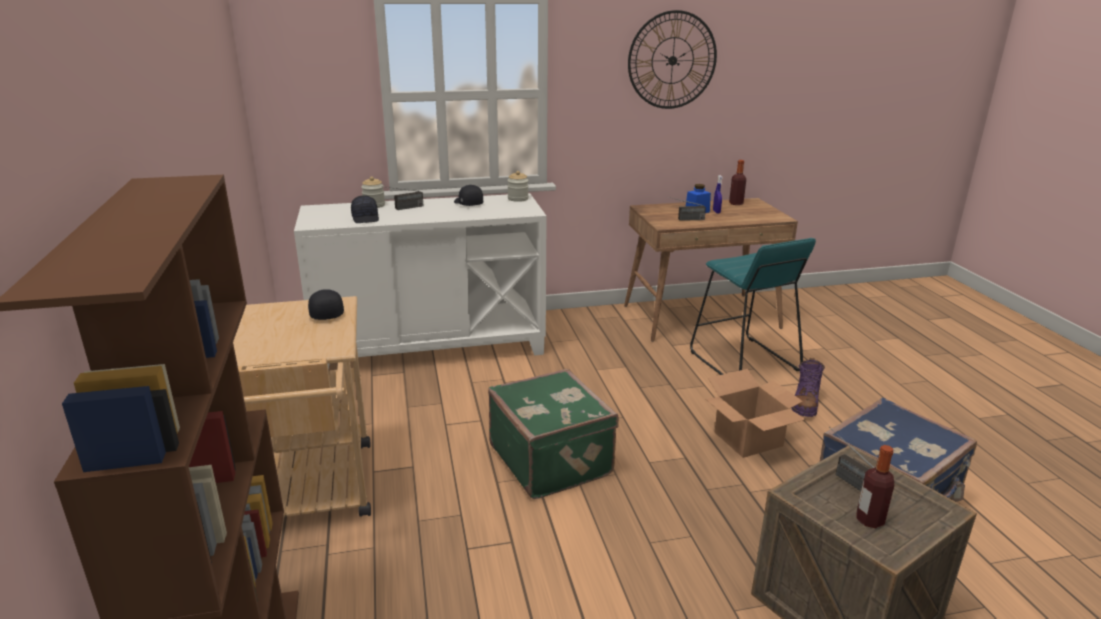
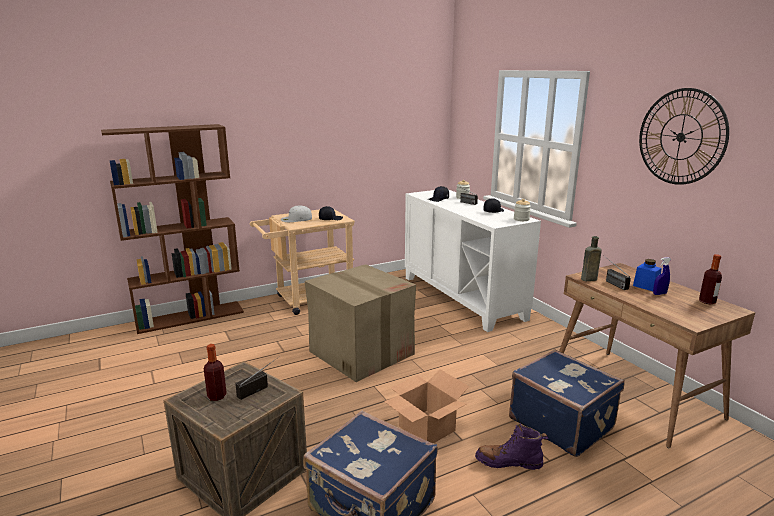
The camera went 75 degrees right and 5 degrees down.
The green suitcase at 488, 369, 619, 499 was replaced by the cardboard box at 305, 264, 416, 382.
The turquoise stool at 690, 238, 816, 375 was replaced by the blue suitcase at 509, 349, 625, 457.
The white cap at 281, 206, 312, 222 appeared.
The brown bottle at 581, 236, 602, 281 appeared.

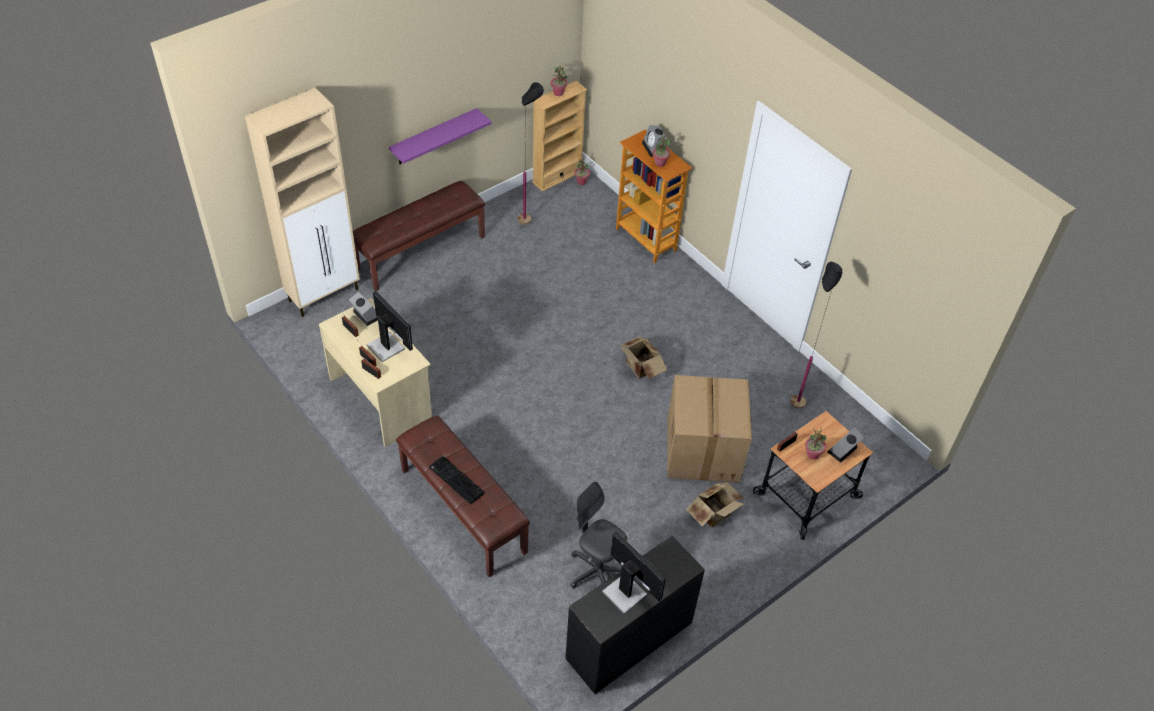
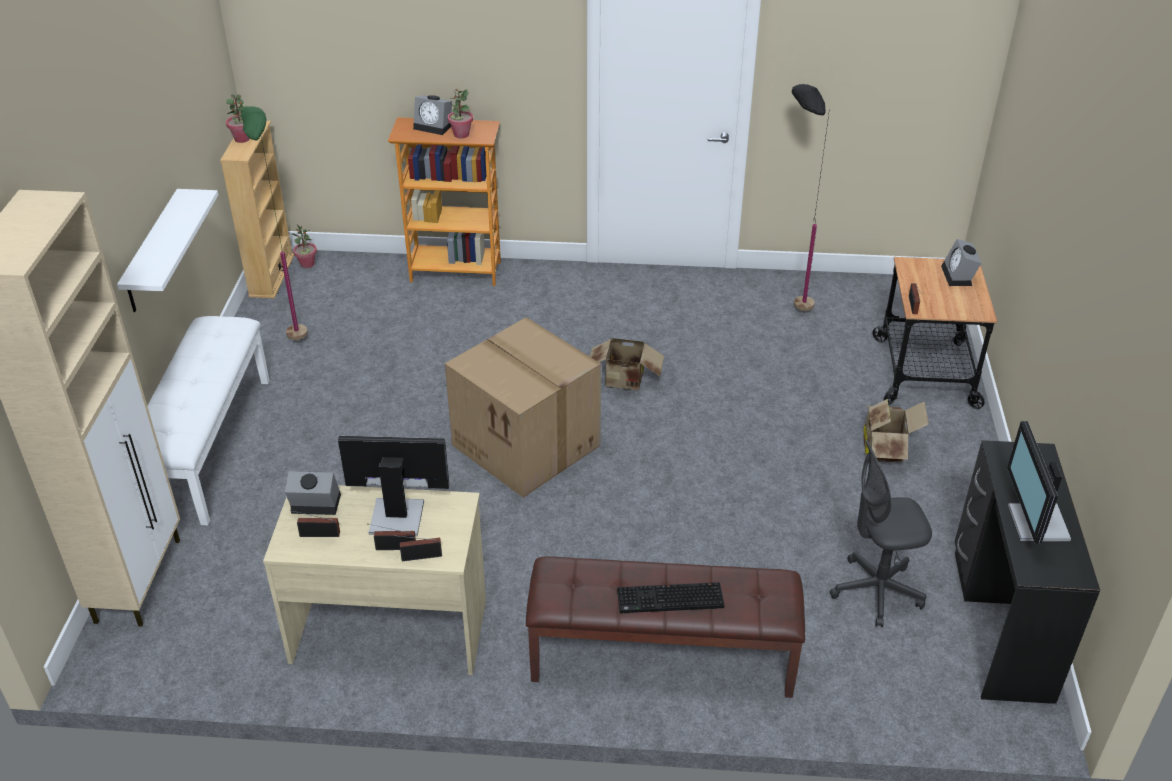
The camera went 45 degrees left and 10 degrees down.
The brown bench at 353, 181, 485, 291 became the white bench at 147, 316, 270, 526.
The purple shelf at 389, 108, 492, 164 became the white shelf at 117, 189, 218, 312.
The black floor lamp at 518, 82, 544, 225 became the green floor lamp at 241, 106, 308, 340.
The monitor at 602, 531, 666, 614 turned 90 degrees counterclockwise.
The cardboard box moved from 667, 375, 752, 483 to 445, 317, 601, 497.
The potted plant at 805, 427, 826, 460 disappeared.

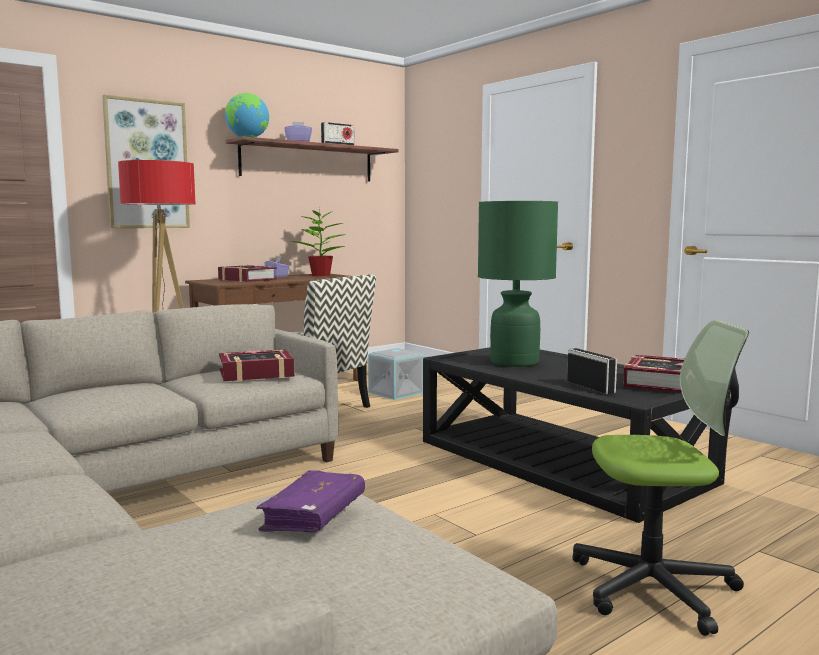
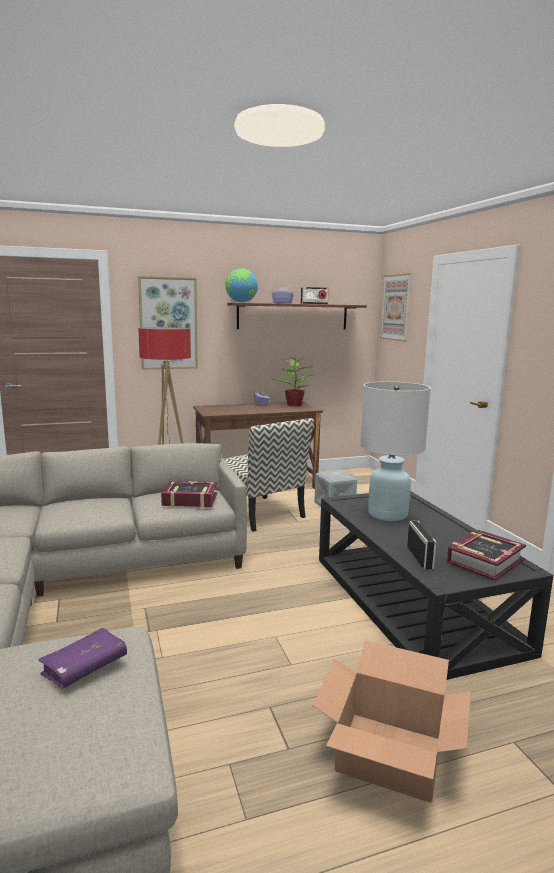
The camera went 20 degrees right and 5 degrees up.
The book at 218, 265, 277, 282 disappeared.
The green table lamp at 478, 201, 558, 367 became the white table lamp at 360, 381, 431, 521.
The office chair at 573, 320, 749, 636 was replaced by the cardboard box at 313, 640, 471, 803.
The picture at 380, 273, 411, 341 appeared.

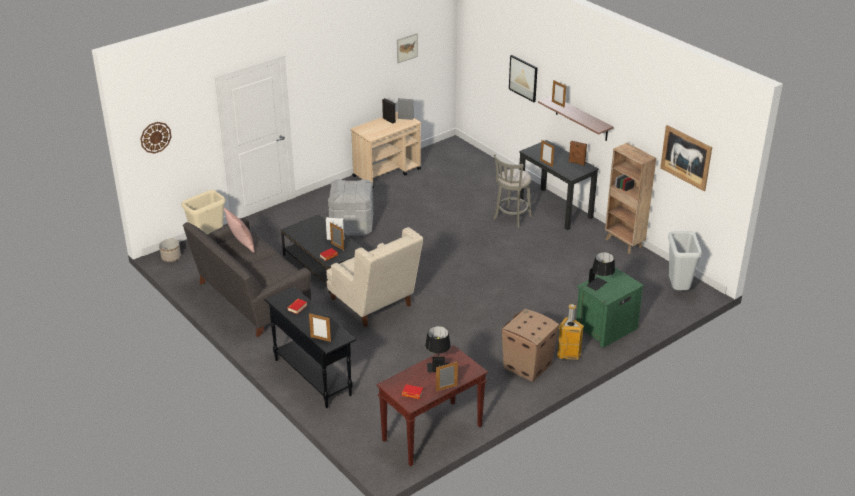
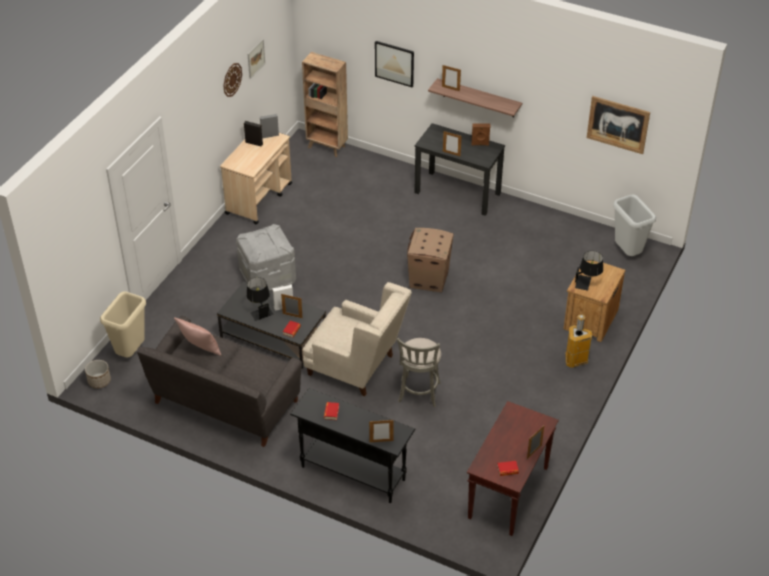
The camera went 25 degrees left and 10 degrees up.
The wall clock moved from 140, 122, 172, 154 to 223, 63, 242, 97.
The black table lamp moved from 425, 326, 451, 372 to 246, 277, 273, 321.
The grey stool moved from 493, 154, 533, 229 to 397, 338, 441, 407.
The cardboard box moved from 502, 309, 559, 382 to 407, 228, 454, 293.
The green nightstand at 576, 267, 644, 348 became the brown nightstand at 563, 261, 626, 342.
The brown bookcase moved from 605, 143, 656, 254 to 302, 52, 348, 157.

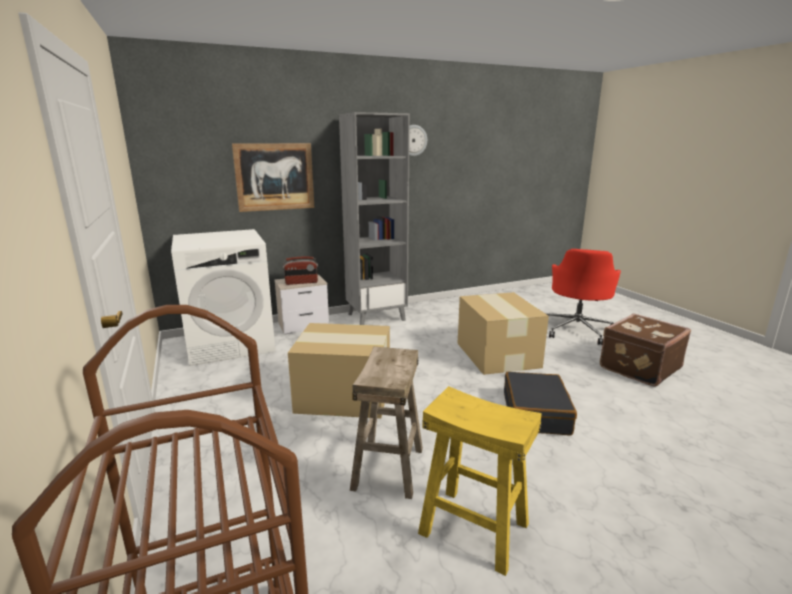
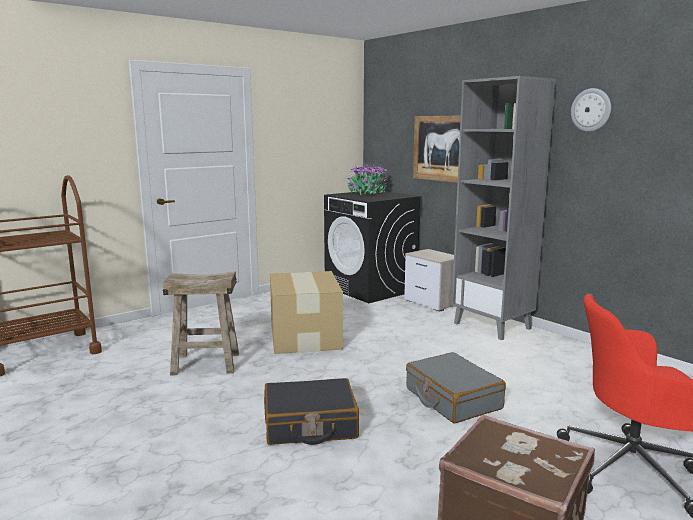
The camera went 75 degrees right and 5 degrees down.
The white washing machine at 171, 229, 276, 366 became the black washing machine at 324, 190, 422, 303.
The radio at 283, 257, 318, 285 disappeared.
The yellow stool at 418, 386, 542, 576 disappeared.
The cardboard box at 457, 292, 549, 375 was replaced by the grey suitcase at 406, 352, 506, 423.
The potted plant at 347, 164, 388, 195 appeared.

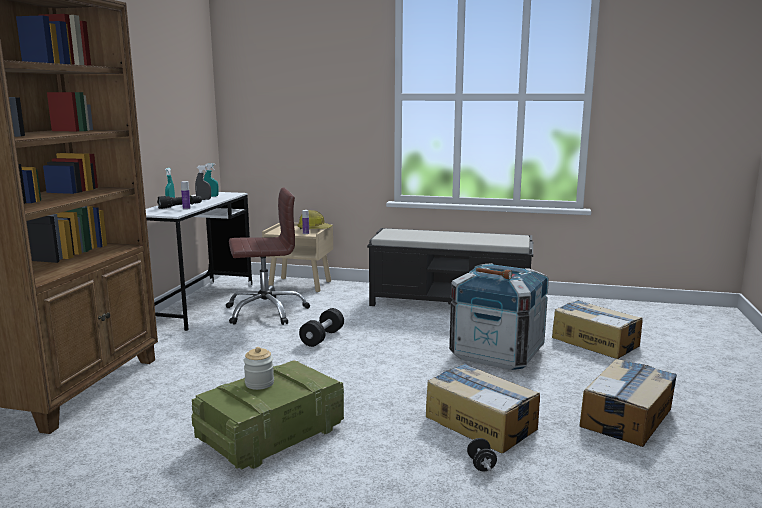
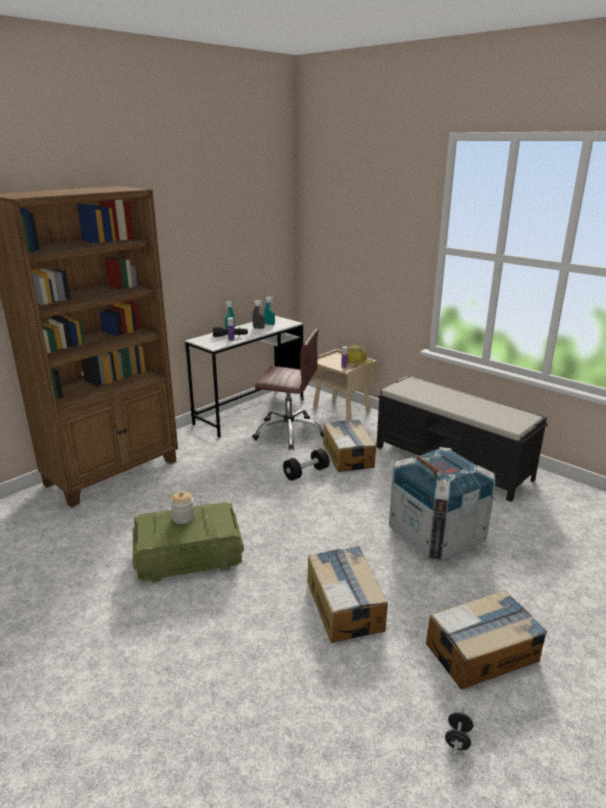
The camera went 30 degrees right and 10 degrees up.
The black dumbbell moved from 467, 438, 497, 471 to 445, 707, 473, 756.
The cardboard box moved from 552, 300, 643, 359 to 323, 420, 376, 472.

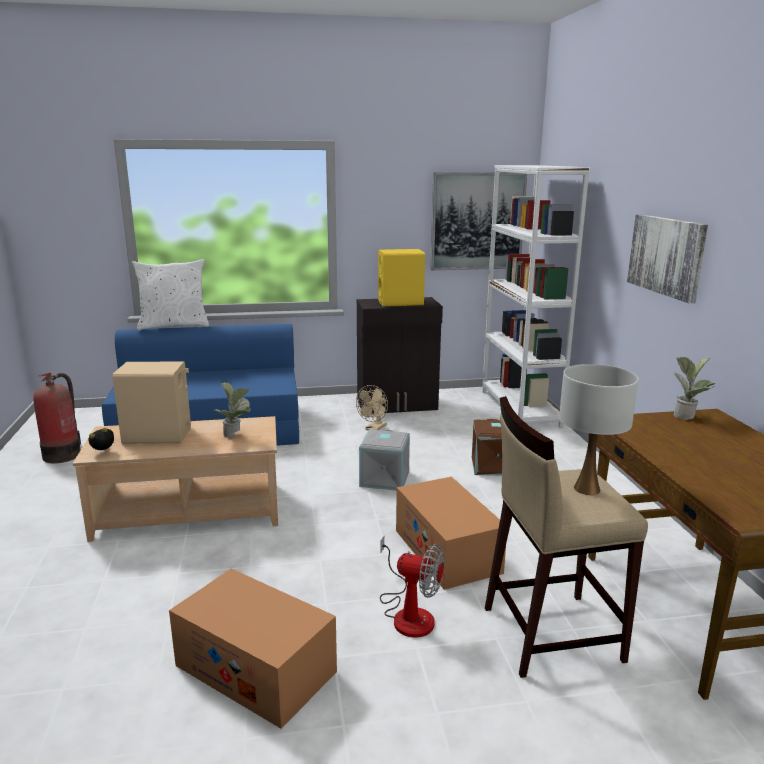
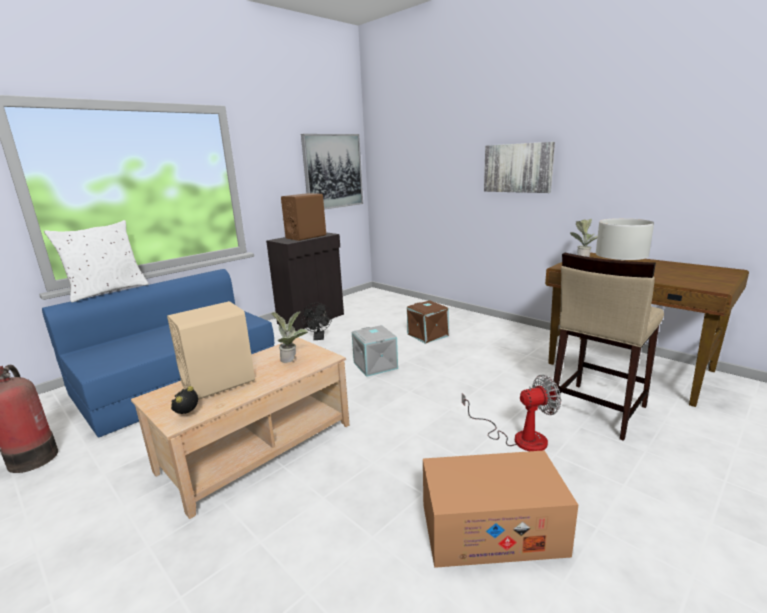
The camera went 35 degrees left and 0 degrees up.
The beige fan at 356, 385, 388, 431 became the black fan at 301, 303, 332, 340.
The yellow speaker at 378, 249, 425, 307 became the brown speaker at 281, 193, 326, 241.
The cardboard box at 396, 477, 506, 590 disappeared.
The white bookcase at 482, 165, 590, 428 disappeared.

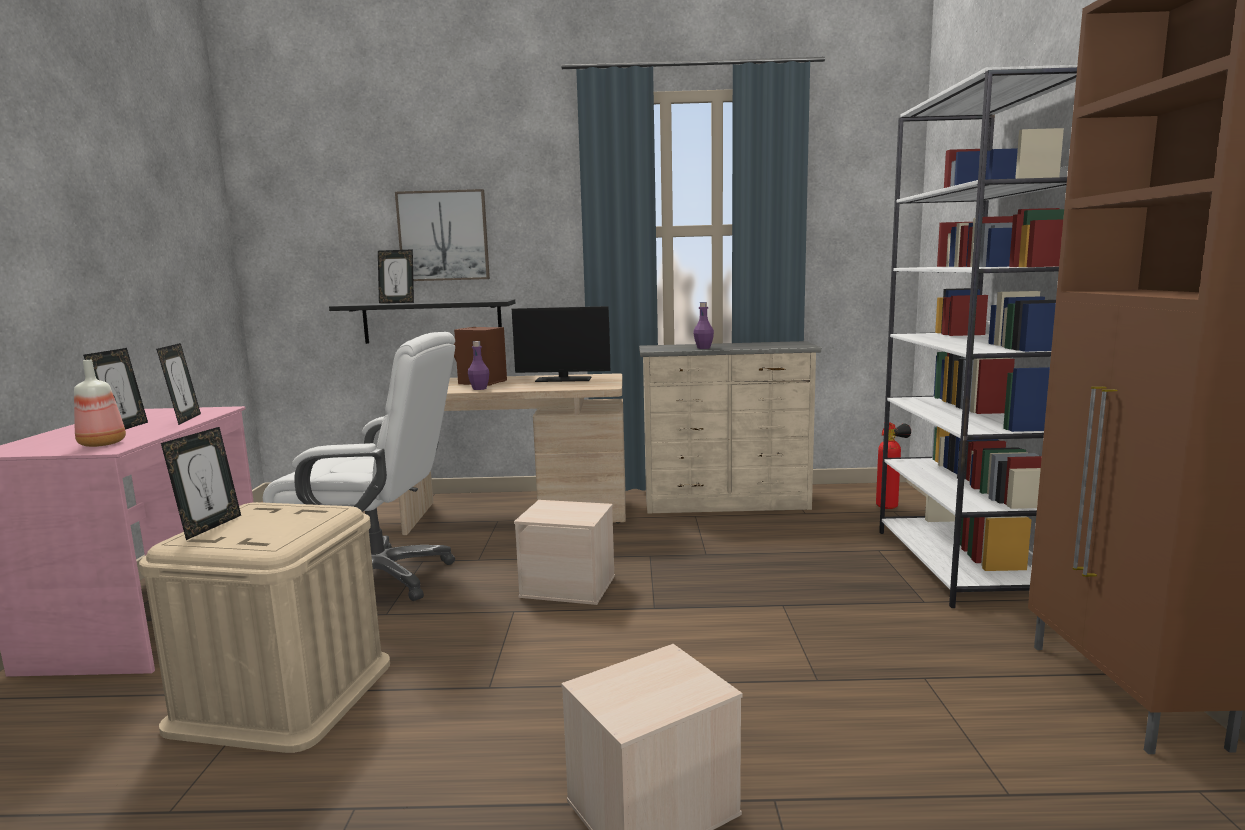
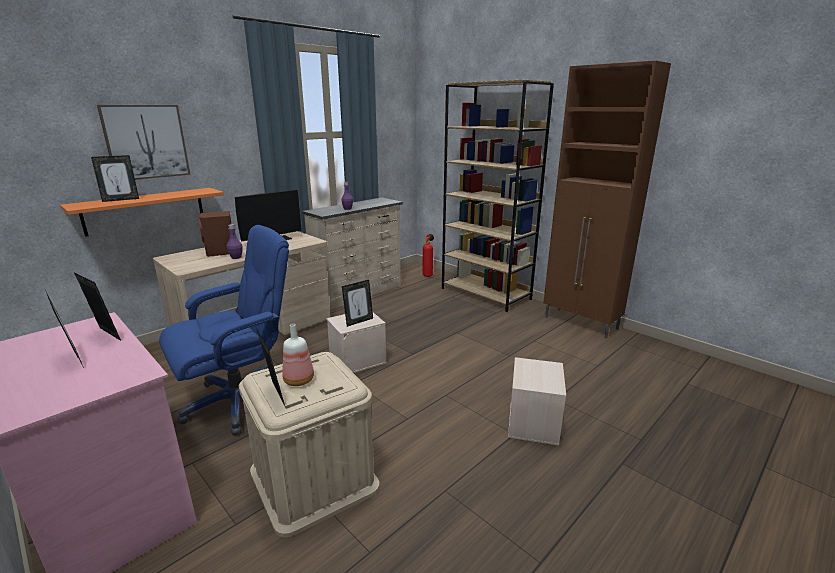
The camera went 45 degrees left and 10 degrees up.
The bottle moved from 74, 360, 126, 447 to 282, 324, 314, 386.
The white office chair at 263, 332, 455, 601 became the blue office chair at 159, 225, 289, 436.
The black shelf at 329, 299, 515, 344 became the orange shelf at 60, 188, 224, 237.
The white bookcase at 879, 65, 1077, 608 became the brown bookcase at 442, 80, 554, 312.
The picture frame at 342, 280, 373, 327 appeared.

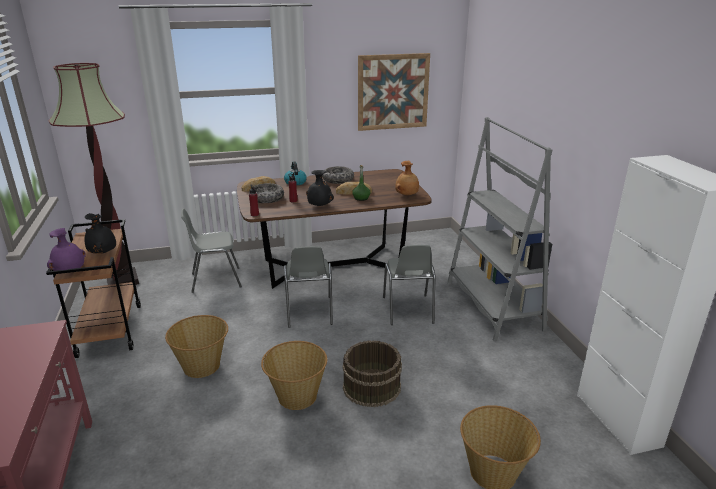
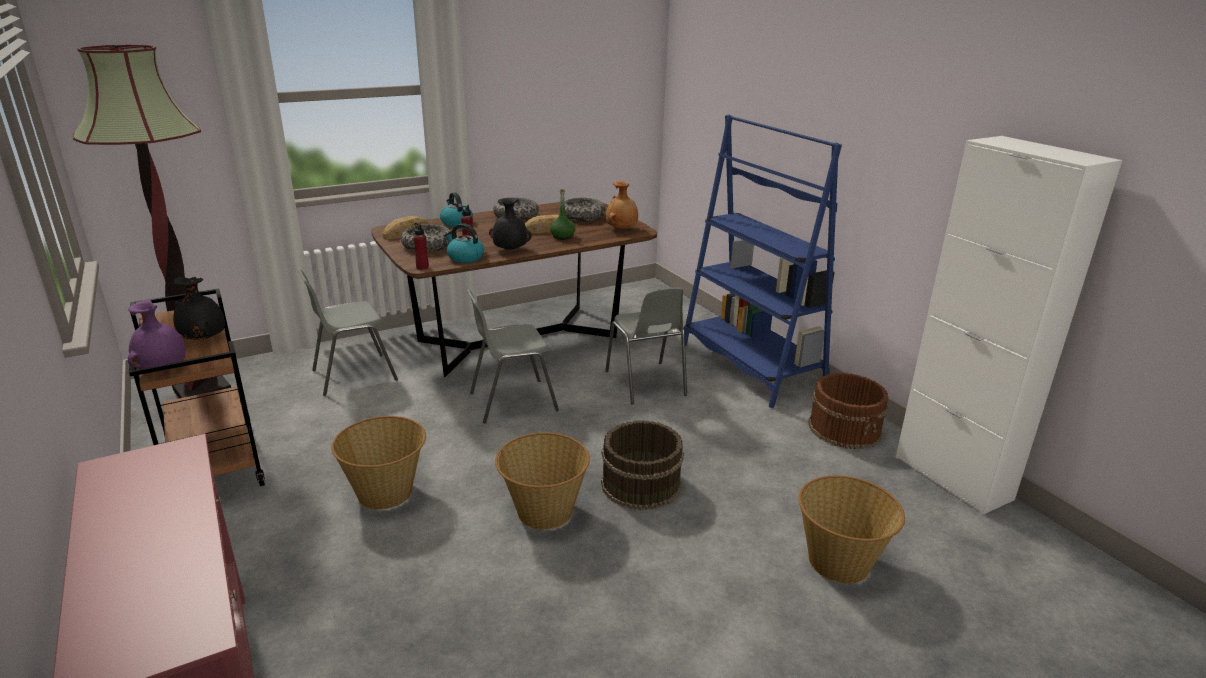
The camera went 15 degrees left and 0 degrees up.
The grey chair at 284, 246, 333, 328 turned 90 degrees clockwise.
The picture at 358, 53, 430, 131 disappeared.
The grey bookcase at 447, 117, 552, 341 became the blue bookcase at 684, 114, 842, 408.
The kettle at 445, 223, 484, 263 appeared.
The bowl at 565, 198, 605, 221 appeared.
The brown bucket at 808, 373, 888, 449 appeared.

